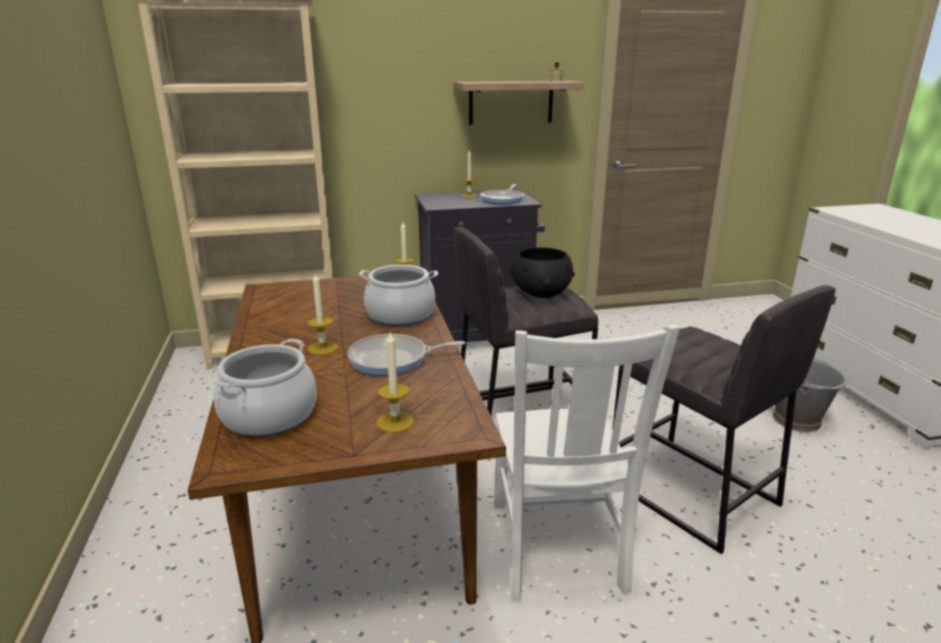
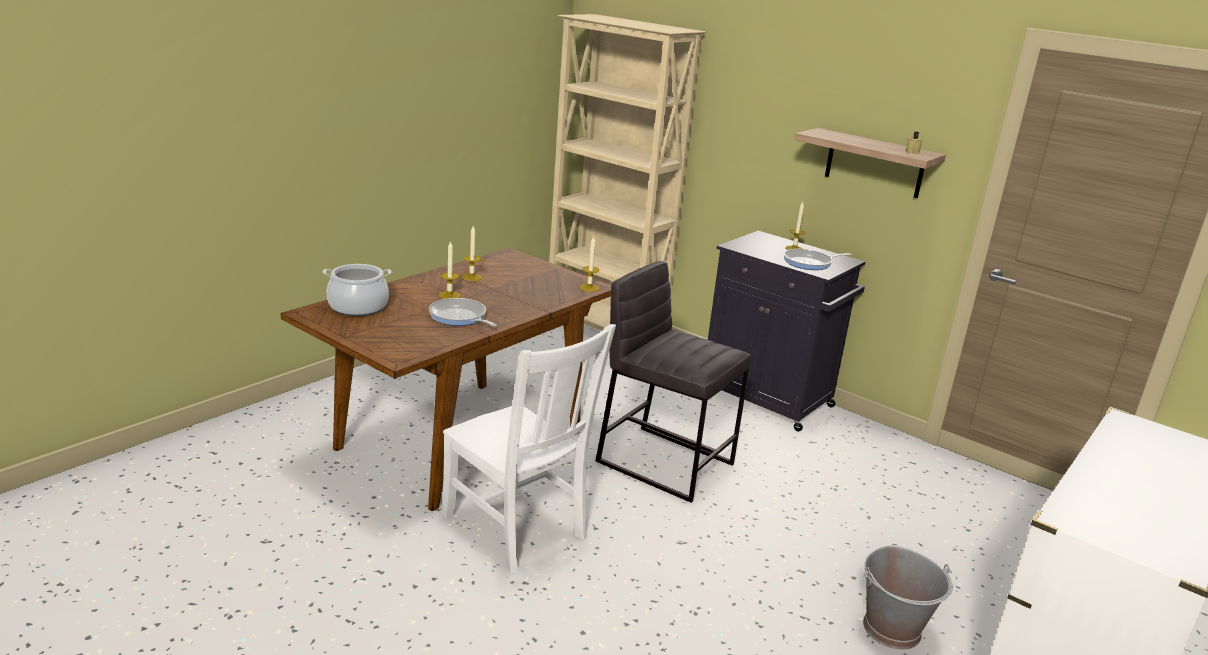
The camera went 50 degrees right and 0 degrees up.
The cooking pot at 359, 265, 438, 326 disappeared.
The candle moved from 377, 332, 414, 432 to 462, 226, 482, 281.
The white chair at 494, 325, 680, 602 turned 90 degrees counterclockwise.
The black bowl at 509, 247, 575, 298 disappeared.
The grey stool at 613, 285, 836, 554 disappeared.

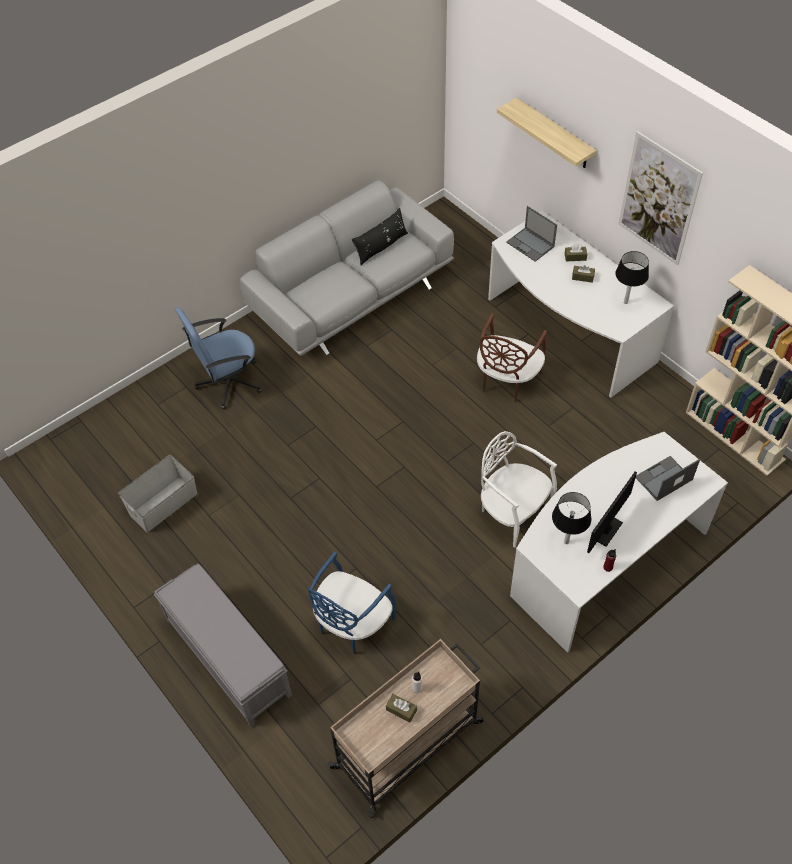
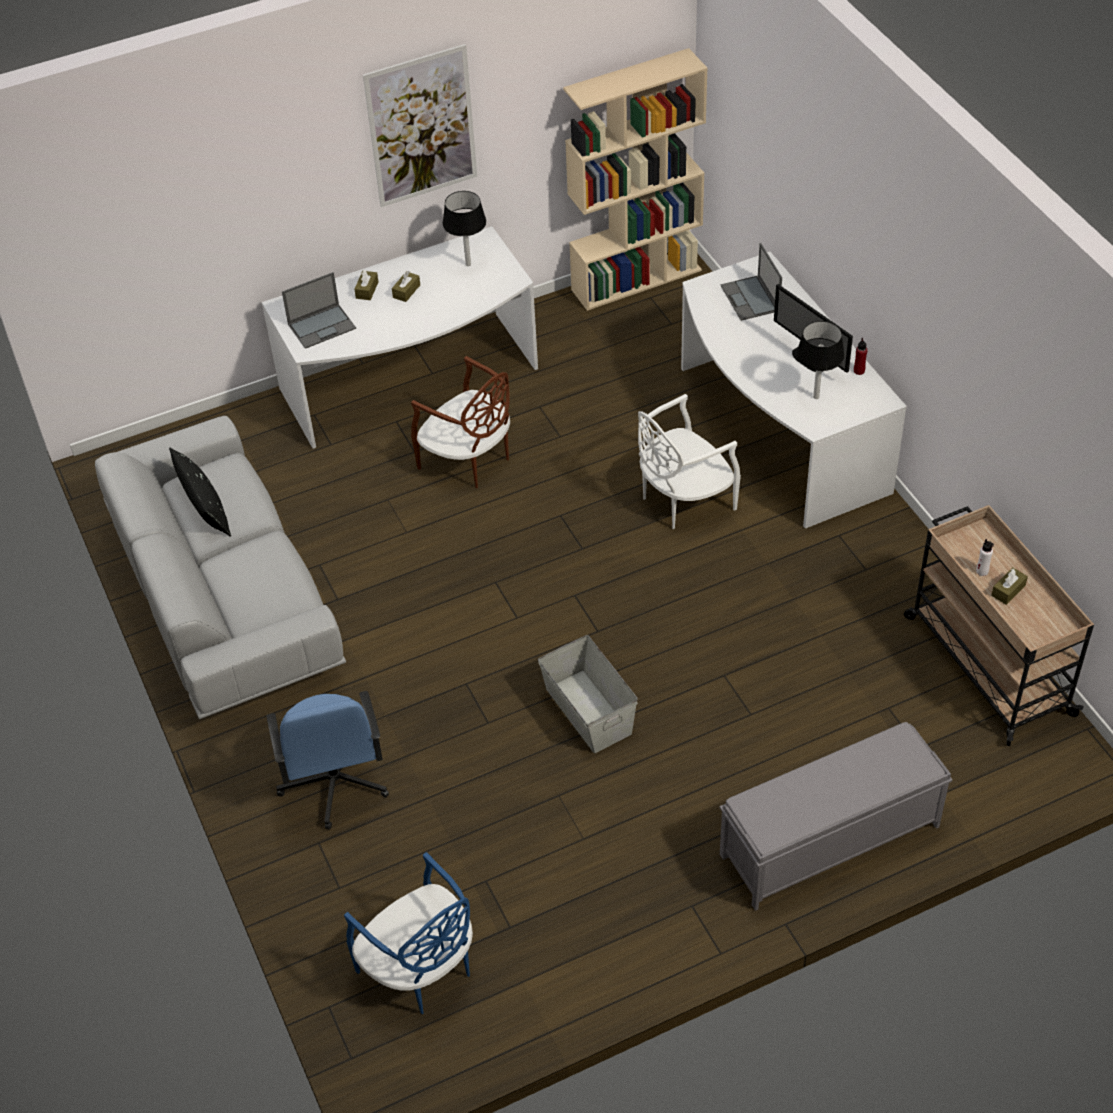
The camera went 75 degrees left and 5 degrees down.
The grey storage box moved from 118, 455, 197, 533 to 538, 635, 638, 753.
The blue chair moved from 308, 552, 396, 654 to 344, 852, 473, 1014.
The shelf at 497, 98, 597, 168 disappeared.

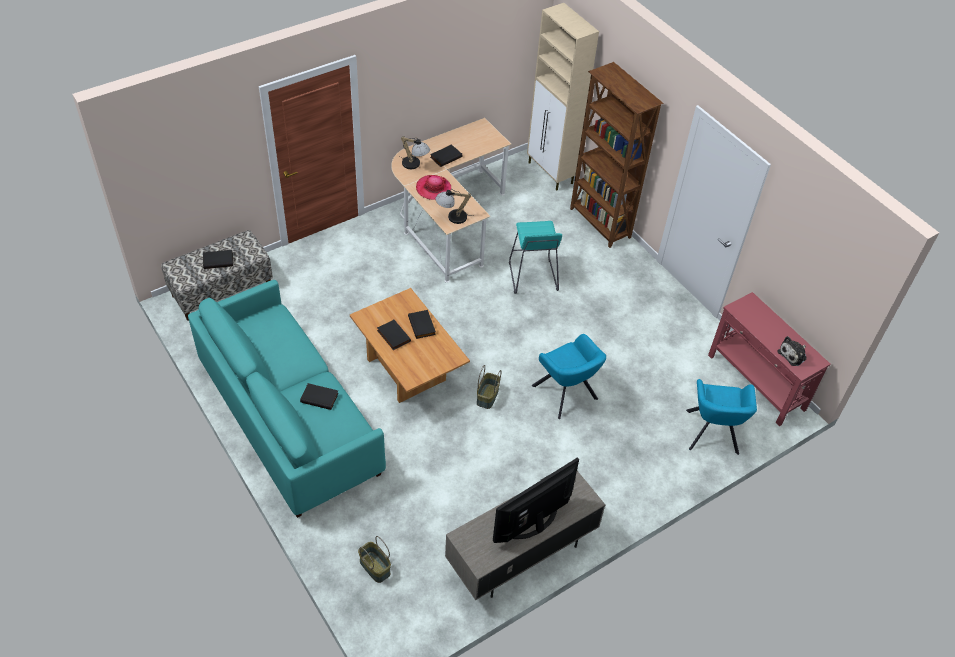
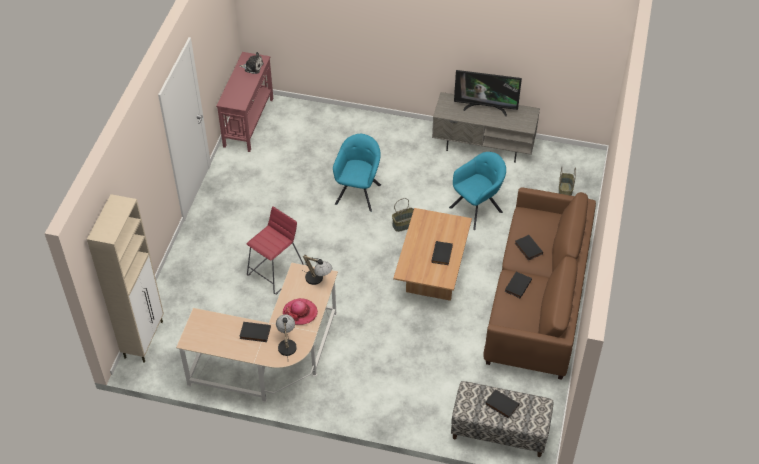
The camera went 130 degrees left and 0 degrees up.
The turquoise sofa at 188, 280, 386, 518 became the brown sofa at 483, 187, 596, 380.
The black book moved from 408, 310, 436, 339 to 505, 272, 532, 298.
The turquoise stool at 509, 221, 562, 294 became the red stool at 247, 206, 304, 295.
The brown bookcase at 570, 62, 664, 248 disappeared.
The turquoise armchair moved from 686, 379, 757, 455 to 449, 152, 506, 230.

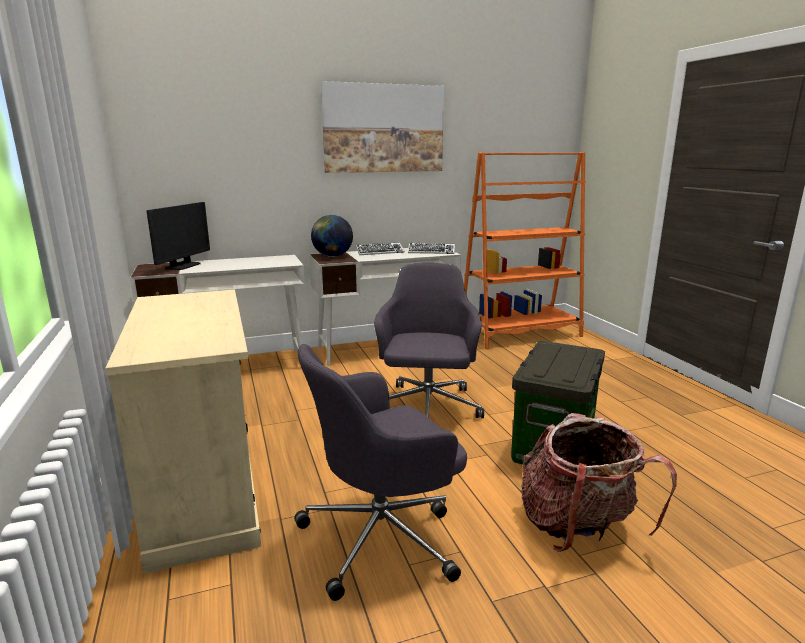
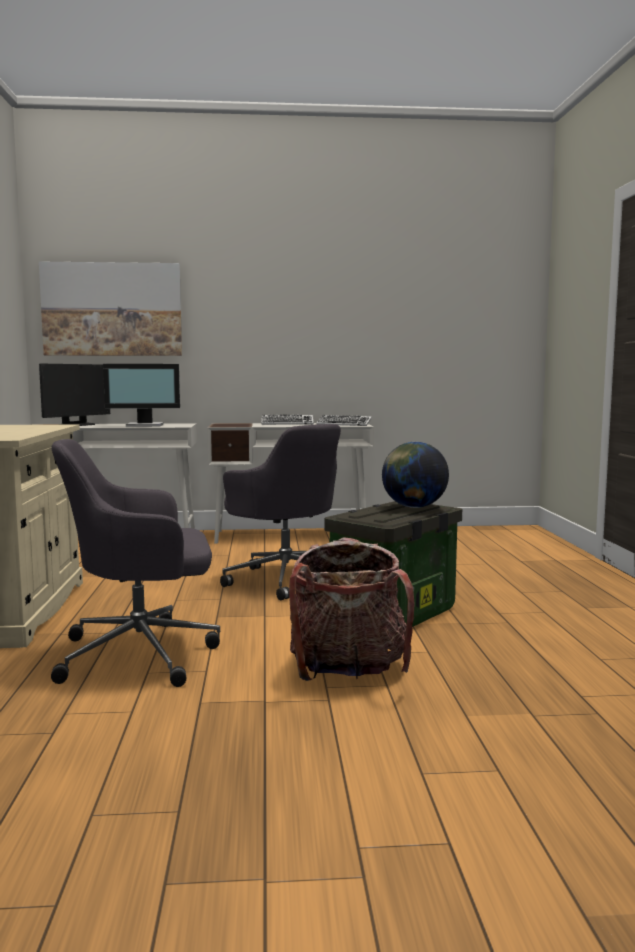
The camera went 15 degrees right and 10 degrees down.
The globe moved from 311, 215, 353, 257 to 382, 442, 449, 508.
The picture moved from 321, 81, 444, 173 to 39, 262, 182, 356.
The grey office chair at 374, 263, 484, 418 turned 120 degrees clockwise.
The orange bookcase at 464, 152, 586, 349 disappeared.
The monitor at 103, 364, 180, 427 appeared.

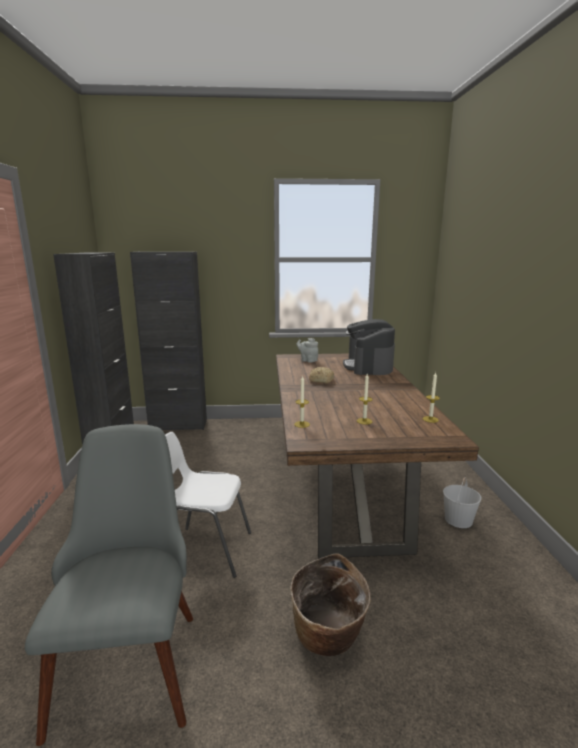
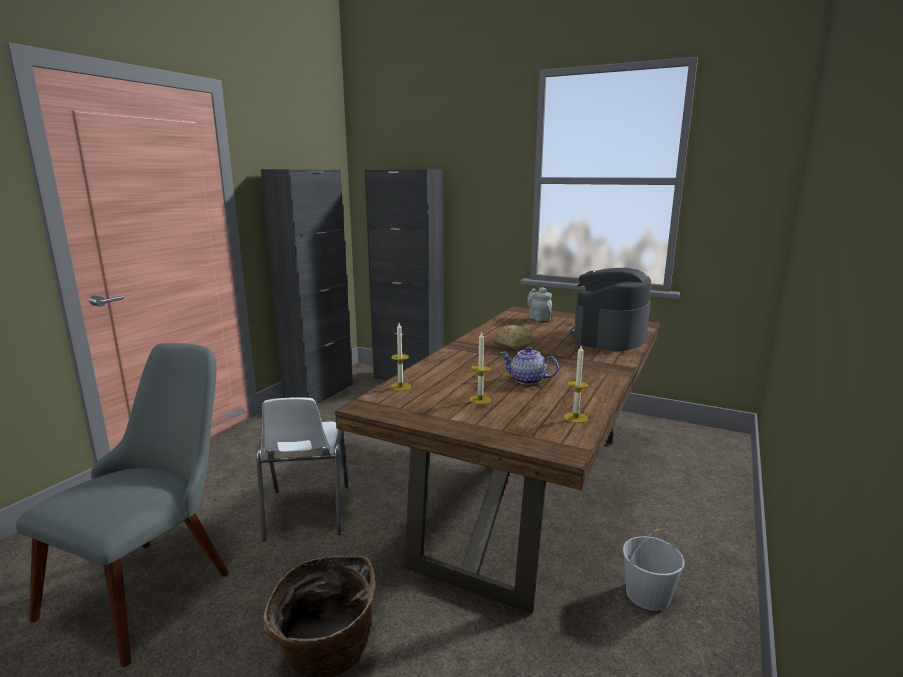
The camera went 30 degrees right and 0 degrees up.
The white chair at 165, 432, 251, 578 turned 135 degrees counterclockwise.
The teapot at 500, 347, 558, 385 appeared.

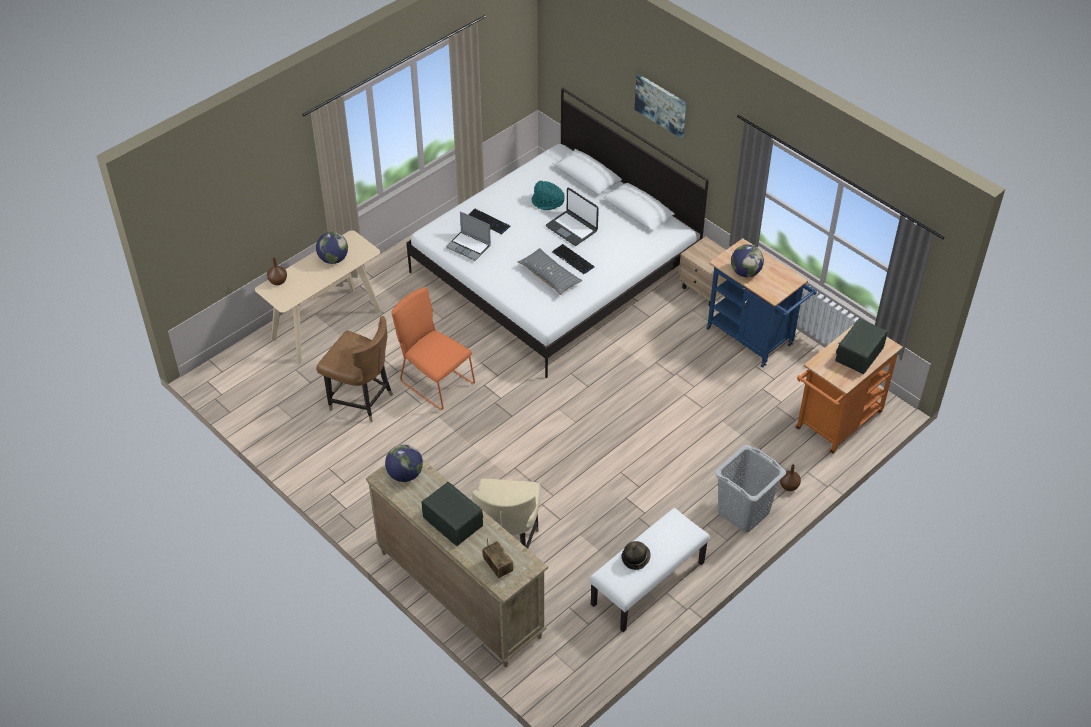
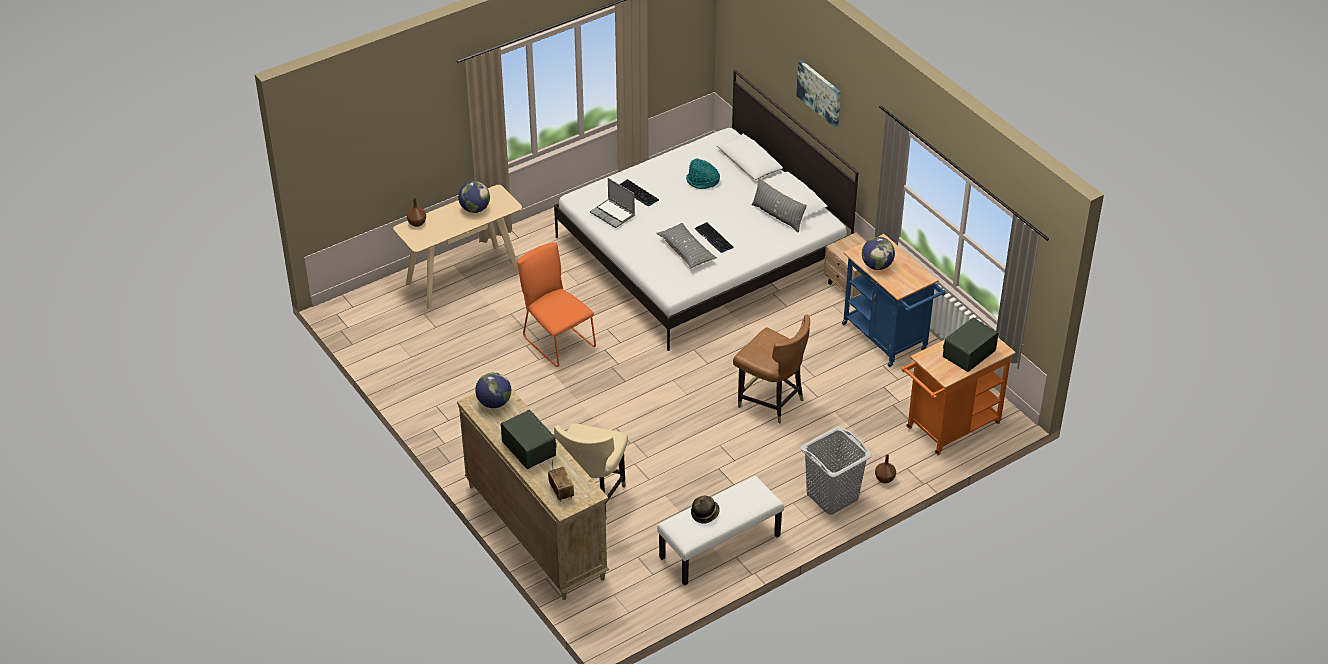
The camera went 10 degrees right and 5 degrees down.
The brown chair moved from 316, 316, 393, 422 to 733, 315, 810, 424.
The laptop at 546, 188, 599, 246 disappeared.
The grey pillow at 751, 178, 807, 233 appeared.

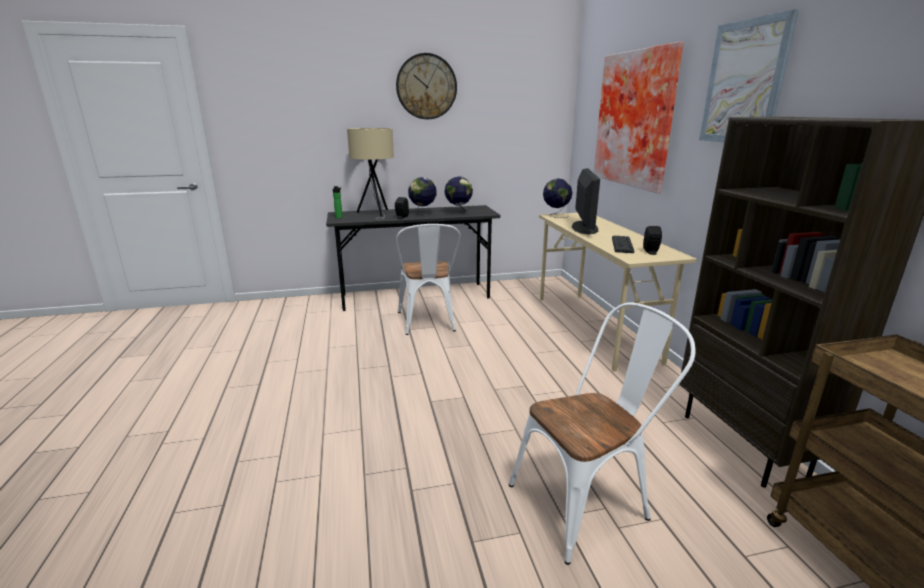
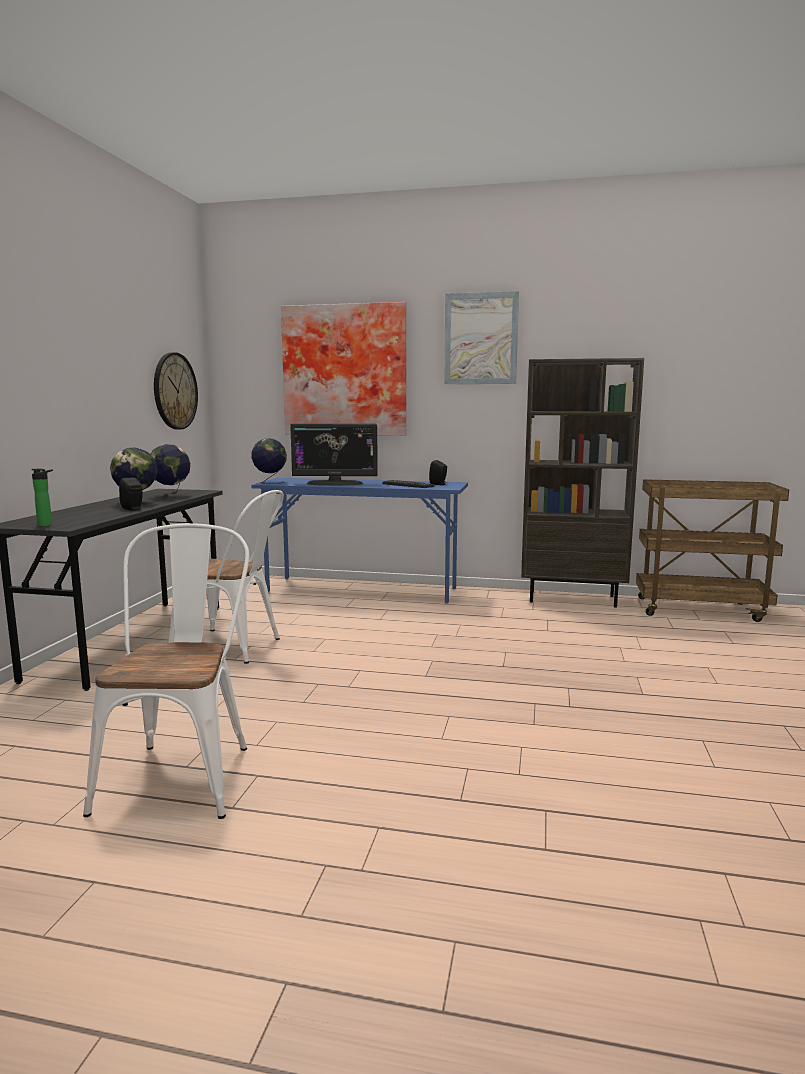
The camera went 65 degrees left and 10 degrees down.
The beige table lamp at 347, 128, 394, 220 disappeared.
The wall clock moved from 396, 53, 457, 119 to 154, 352, 198, 430.
The white chair moved from 509, 303, 696, 565 to 83, 523, 249, 819.
The beige desk at 539, 213, 697, 372 became the blue desk at 251, 478, 468, 604.
The monitor at 572, 168, 600, 235 turned 150 degrees clockwise.

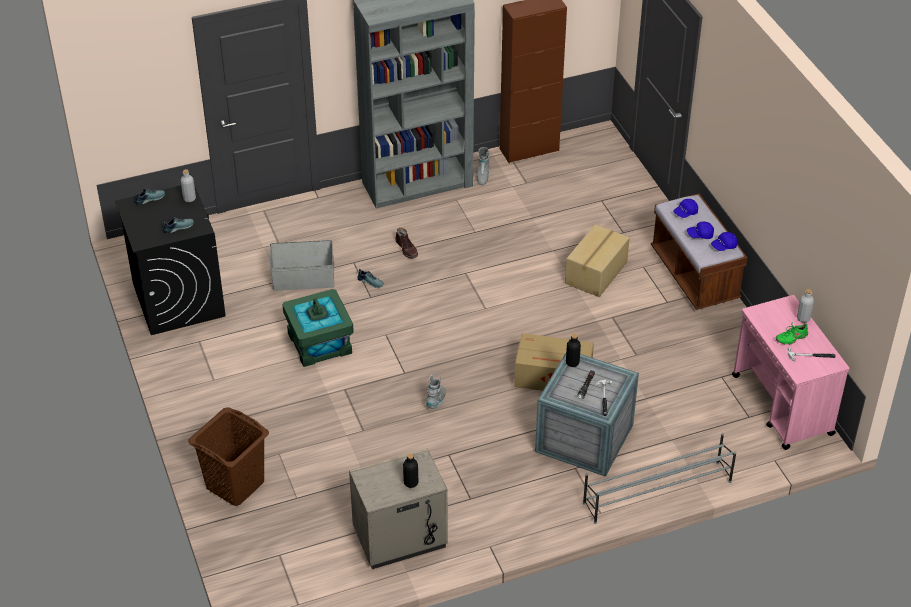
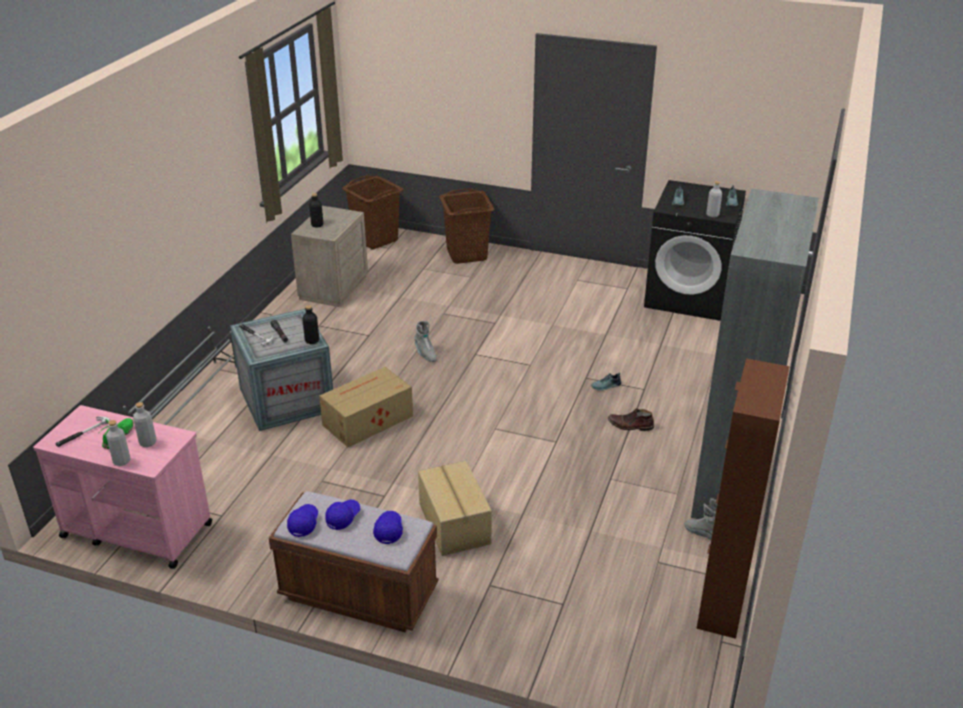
The camera went 130 degrees right and 10 degrees down.
The grey storage box at 270, 240, 334, 291 disappeared.
The green storage box at 282, 289, 354, 367 disappeared.
The grey bottle at 133, 402, 157, 447 appeared.
The brown laundry basket at 342, 176, 404, 249 appeared.

